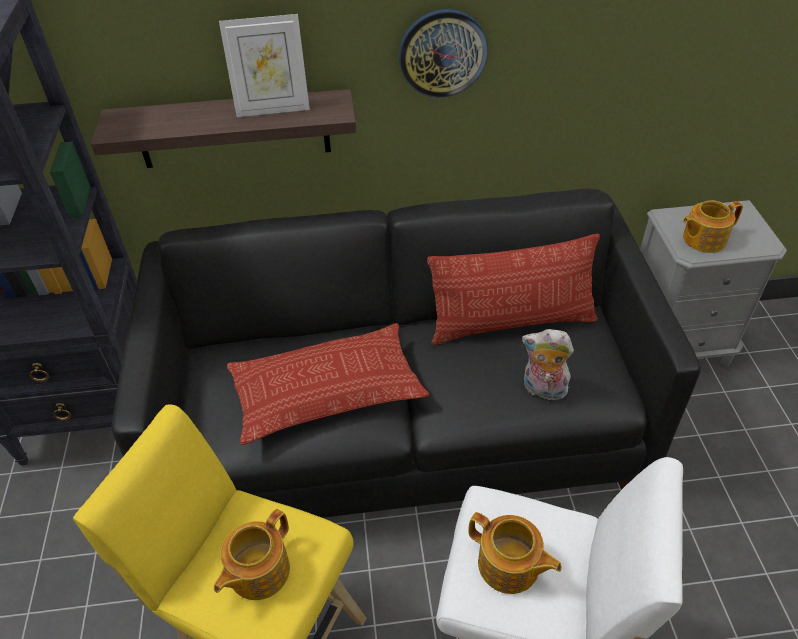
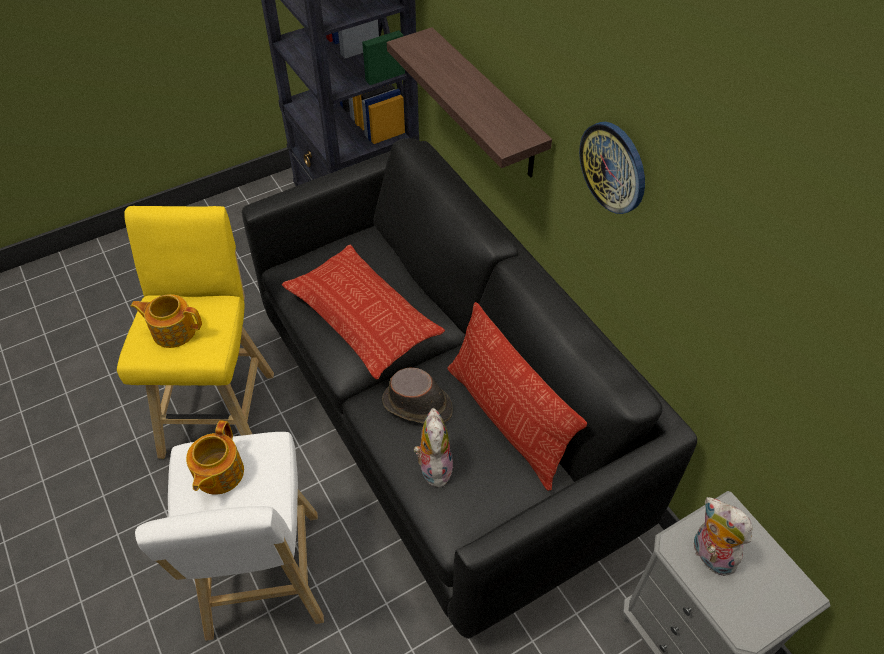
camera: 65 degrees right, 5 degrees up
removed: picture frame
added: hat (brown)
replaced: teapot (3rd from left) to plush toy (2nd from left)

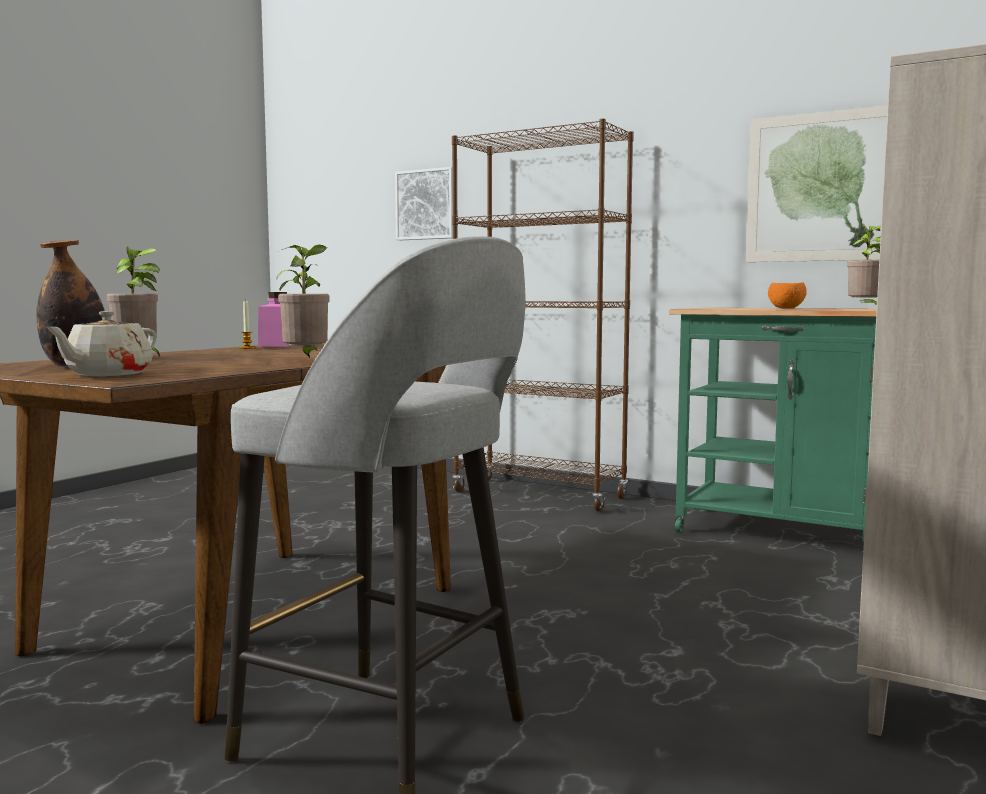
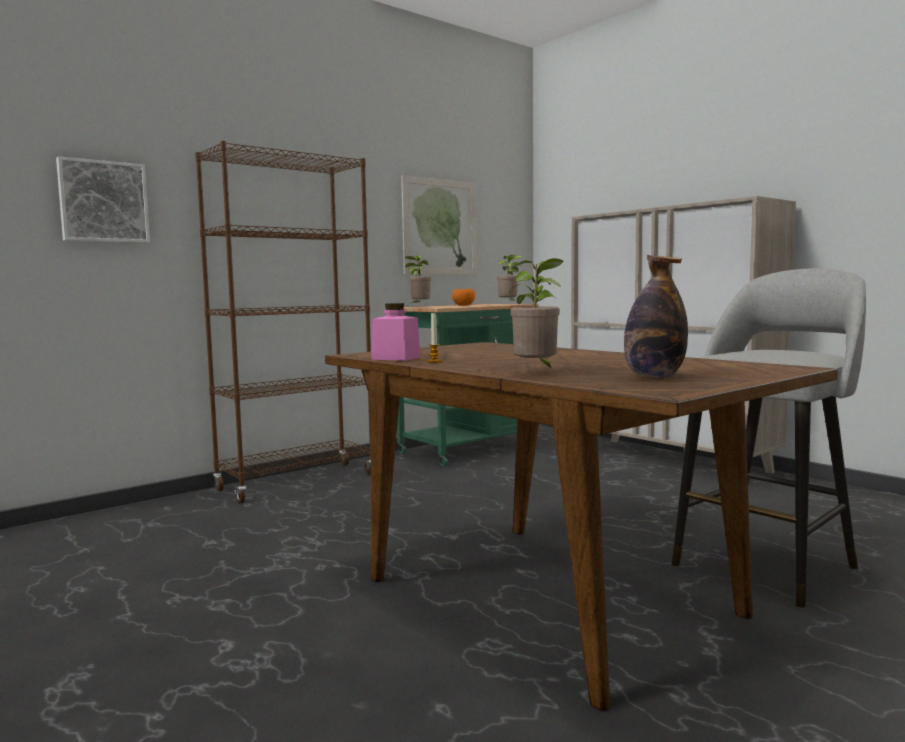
camera: 70 degrees left, 0 degrees up
removed: teapot (beige)
moved: potted plant (2nd from left in the first image) to potted plant (1st from left)

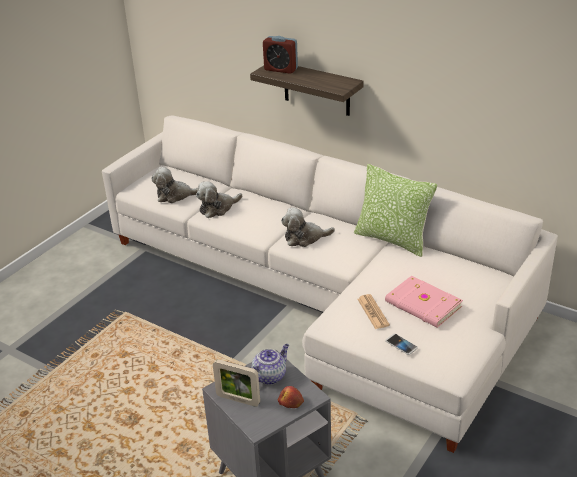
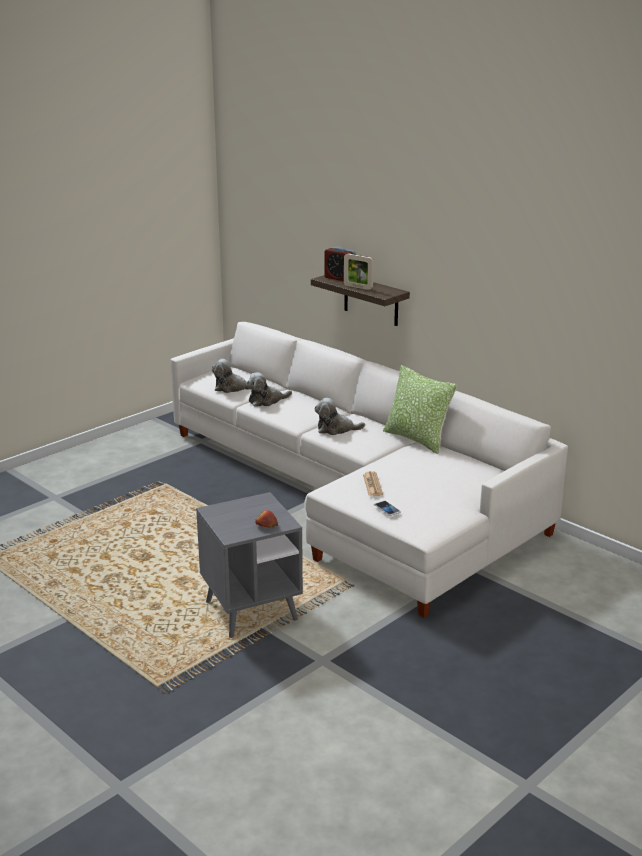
camera: 10 degrees right, 10 degrees down
removed: teapot; book (pink)
moved: picture frame

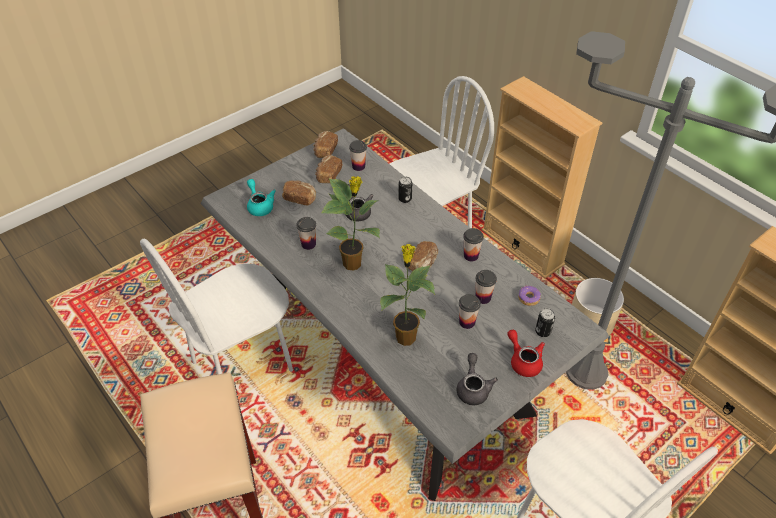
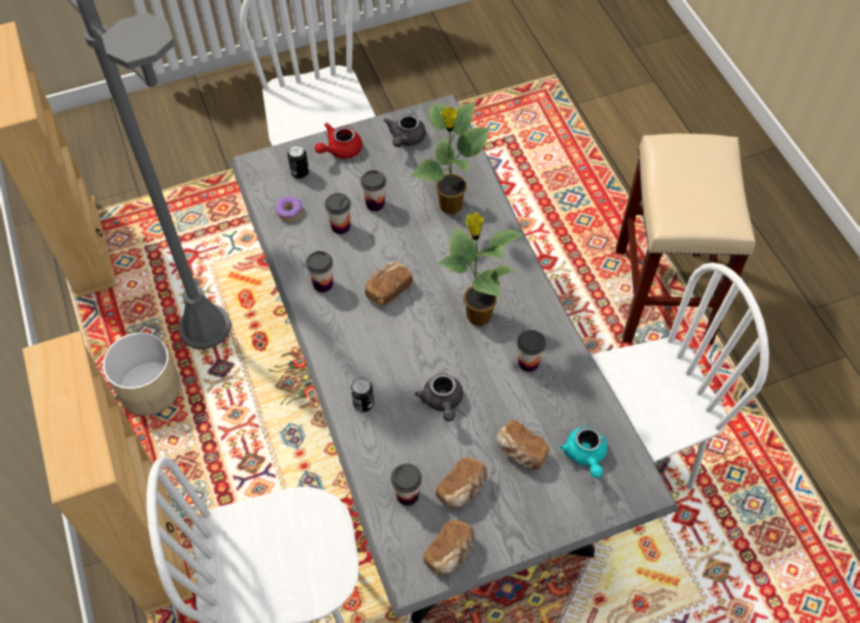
camera: 160 degrees left, 10 degrees up
turned: teapot (red) 60 degrees clockwise

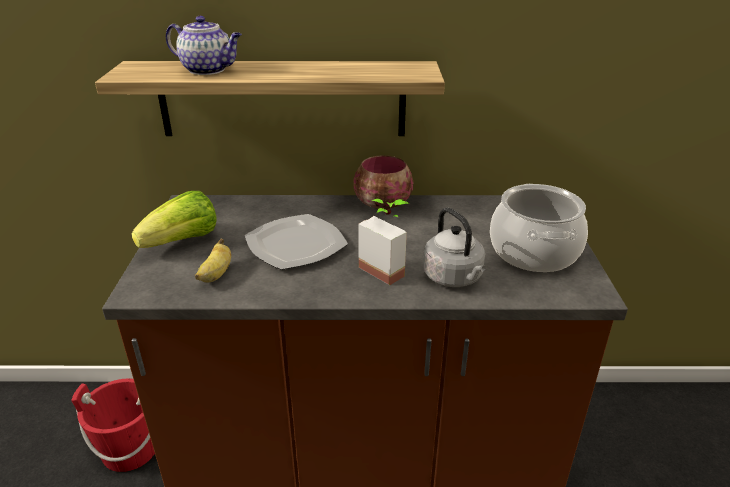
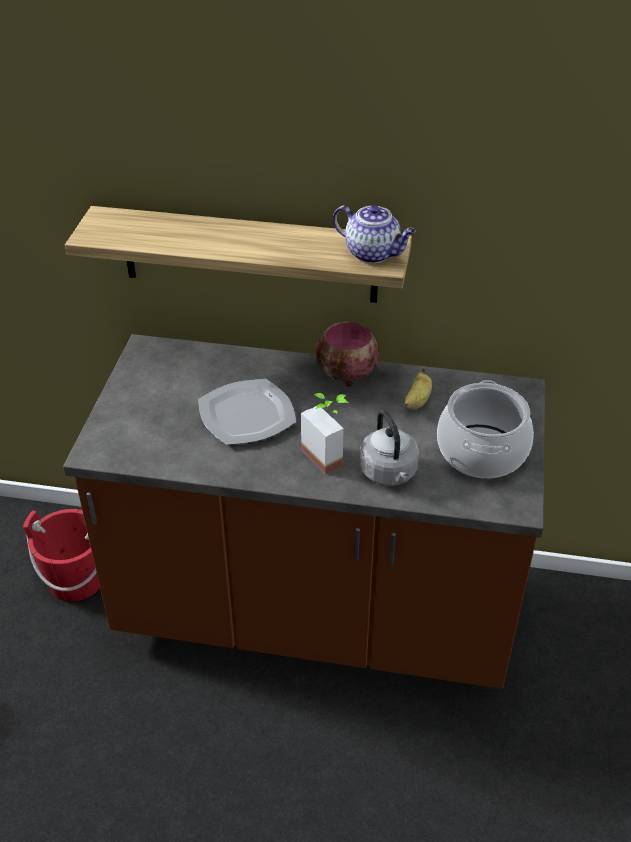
camera: 10 degrees right, 10 degrees up
removed: lettuce
moved: teapot; banana

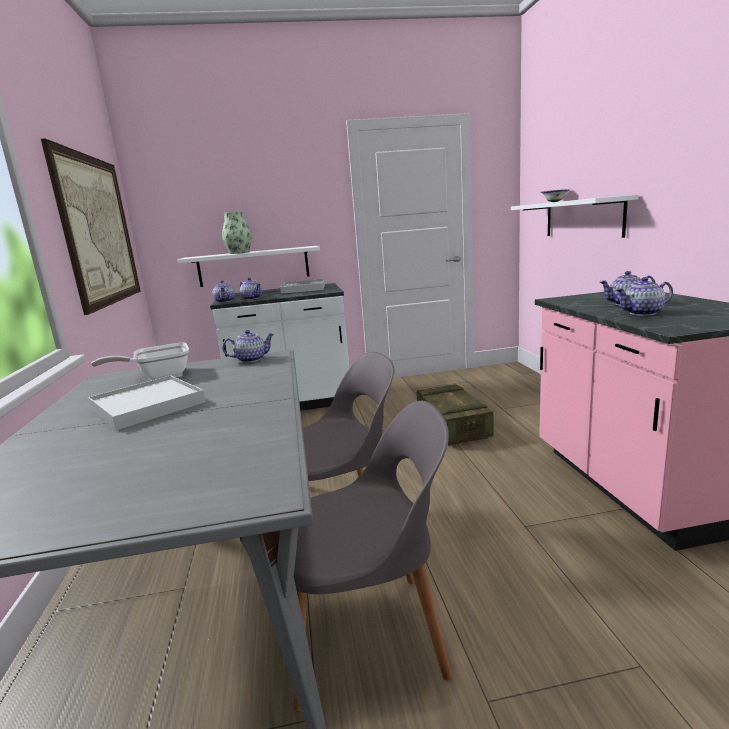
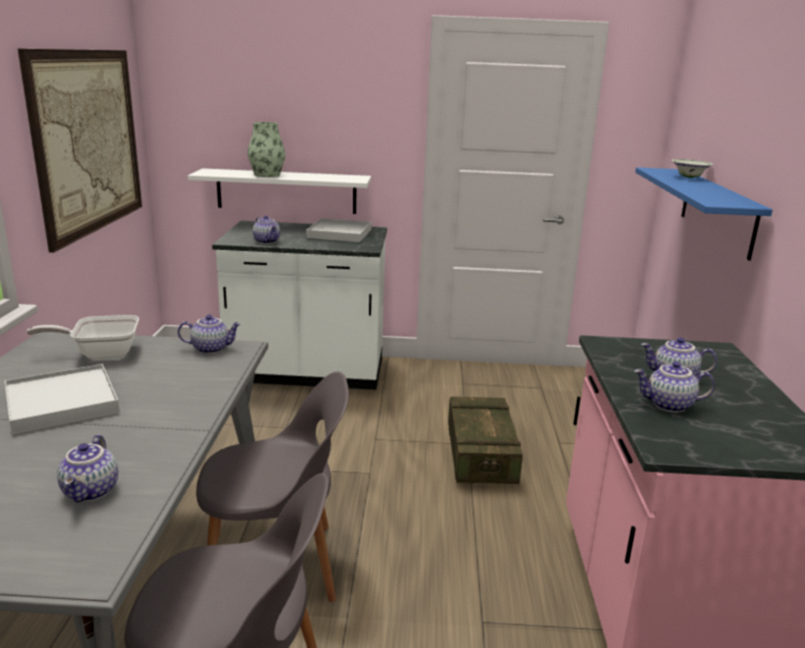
camera: 10 degrees right, 5 degrees up
moved: teapot (1st from left)
recoloured: shelf (white) (2nd from left) to shelf (blue)

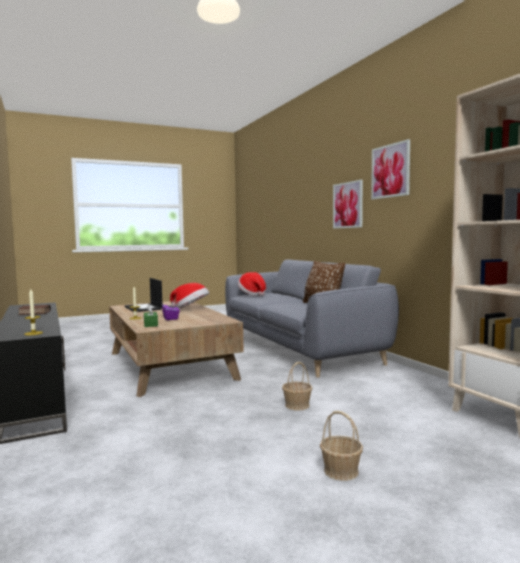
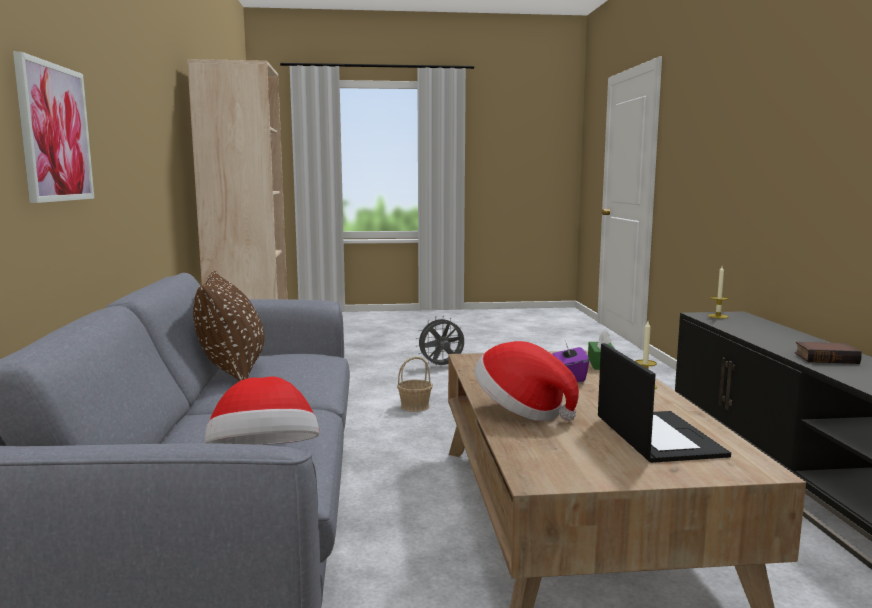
camera: 160 degrees left, 5 degrees up
removed: picture (2nd from left)
replaced: basket (2nd from left) to fan (grey)

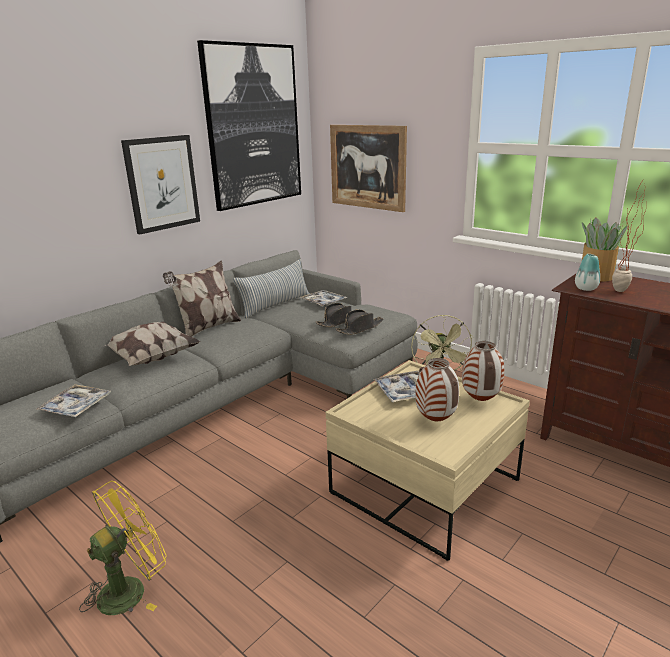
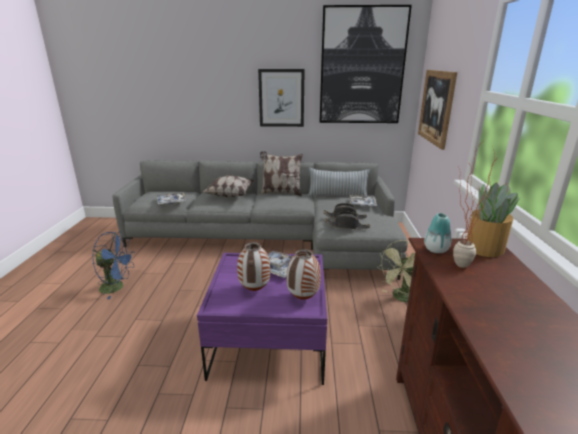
camera: 50 degrees right, 0 degrees up
recoloured: fan (yellow) to fan (blue); coffee table (beige) to coffee table (purple)

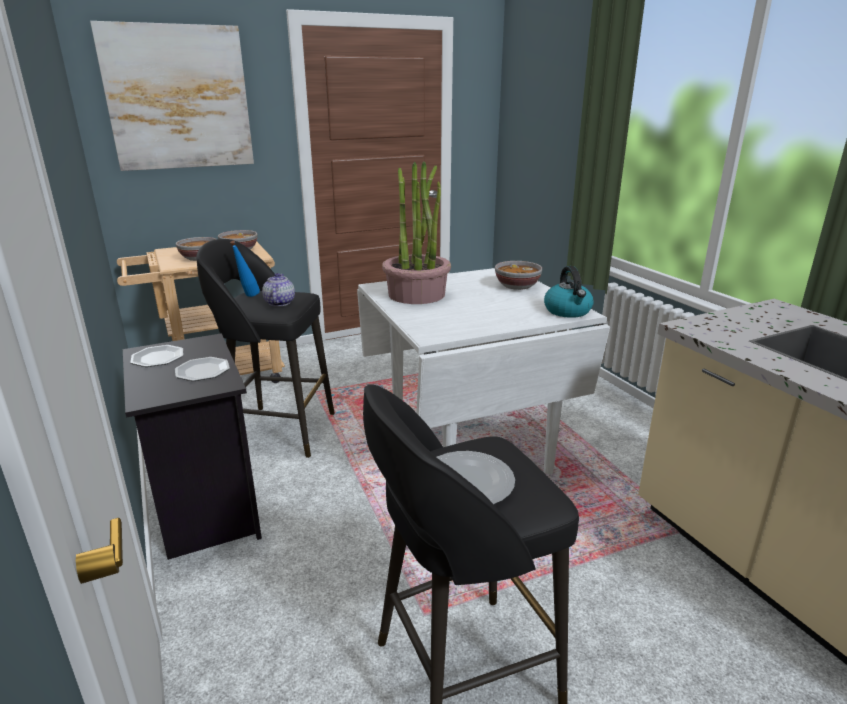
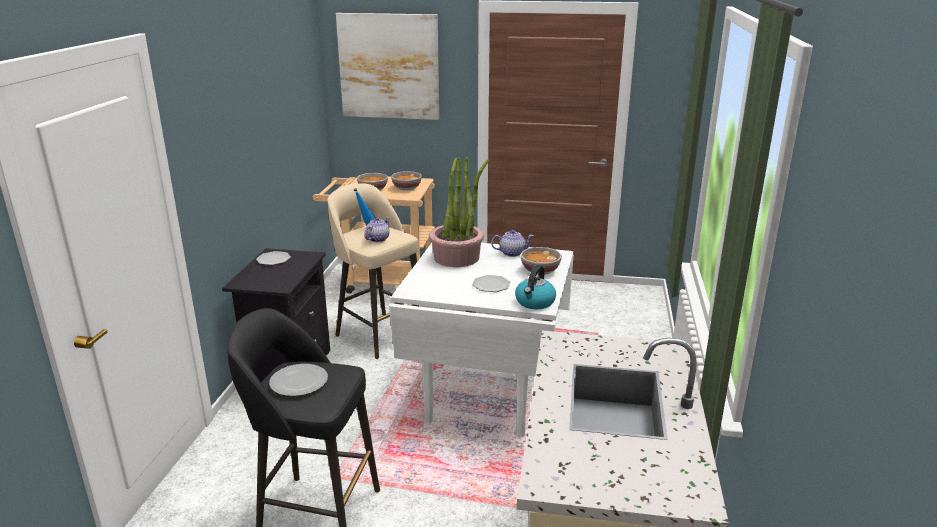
camera: 35 degrees right, 0 degrees up
added: teapot (2nd from left)
moved: plate (2nd from left in the first image) to plate (3rd from left)
recoloured: stool (black) (1st from left) to stool (beige)

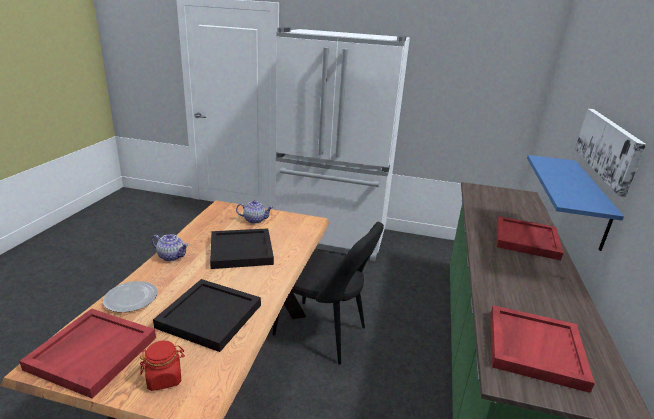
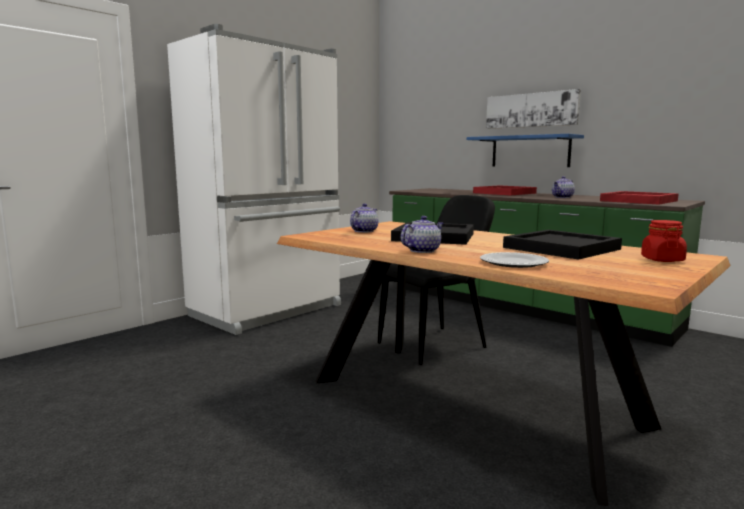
camera: 60 degrees left, 15 degrees down
removed: tray (red) (1st from left)
added: teapot (3rd from left)

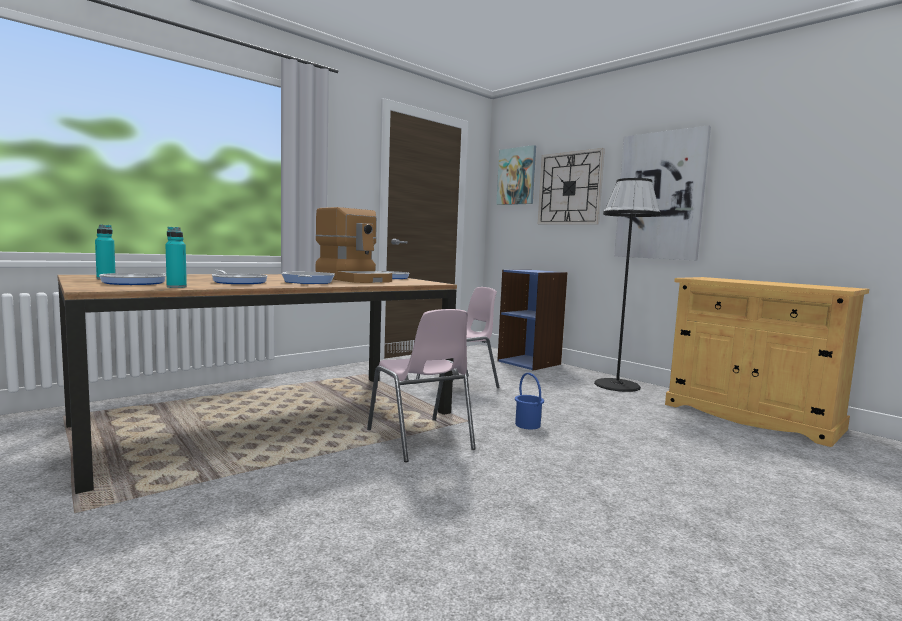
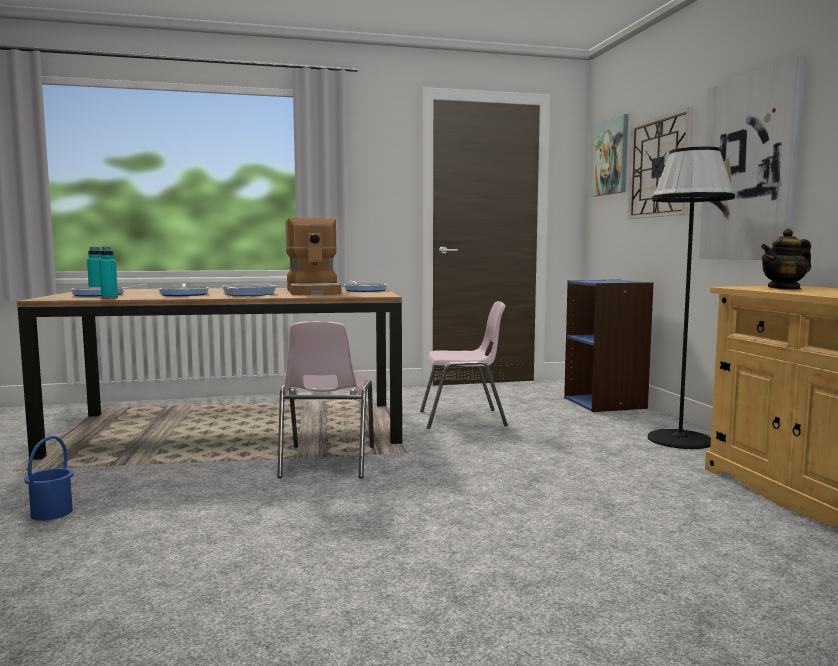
camera: 30 degrees right, 0 degrees up
added: teapot
moved: bucket (blue)

